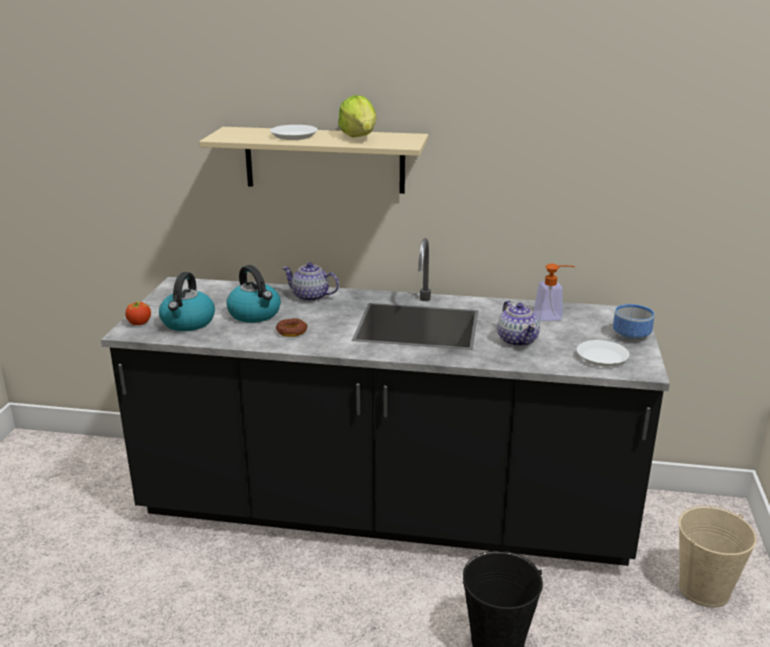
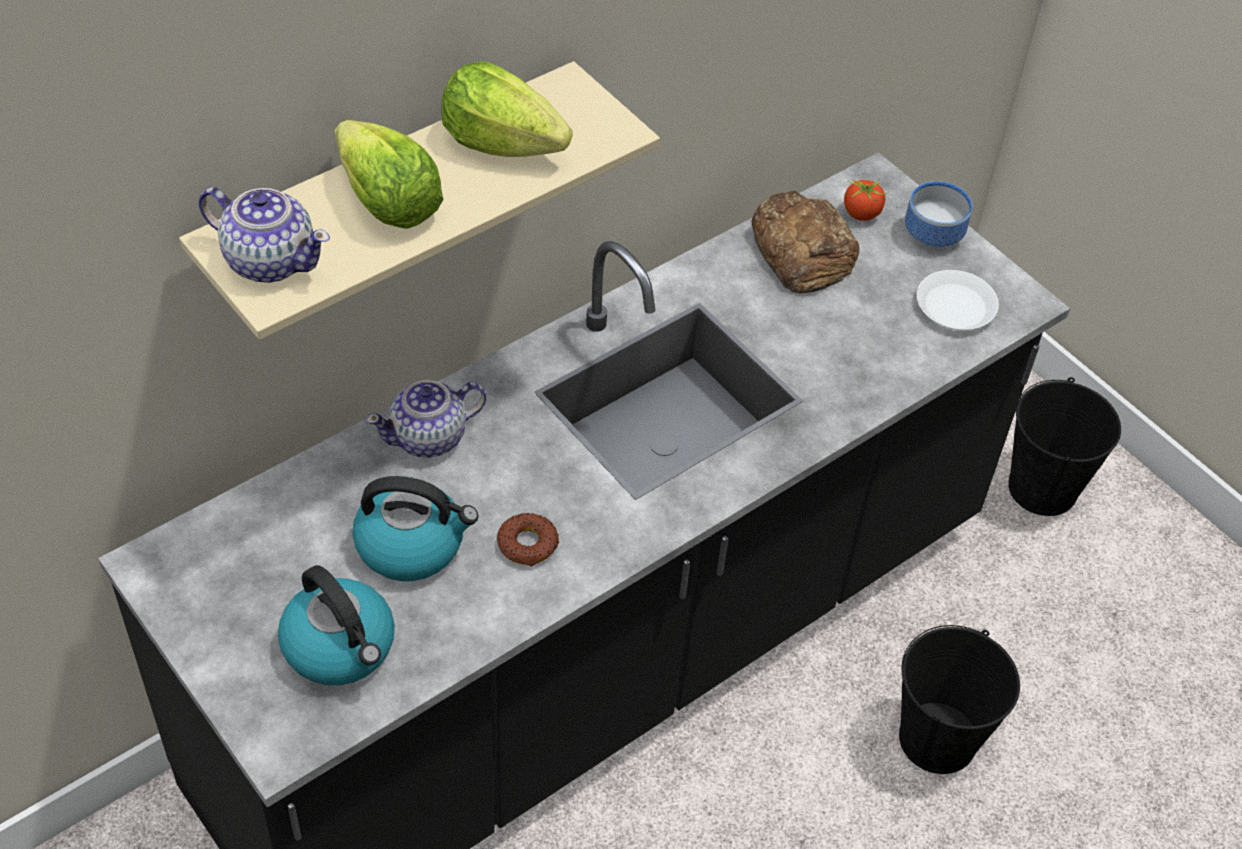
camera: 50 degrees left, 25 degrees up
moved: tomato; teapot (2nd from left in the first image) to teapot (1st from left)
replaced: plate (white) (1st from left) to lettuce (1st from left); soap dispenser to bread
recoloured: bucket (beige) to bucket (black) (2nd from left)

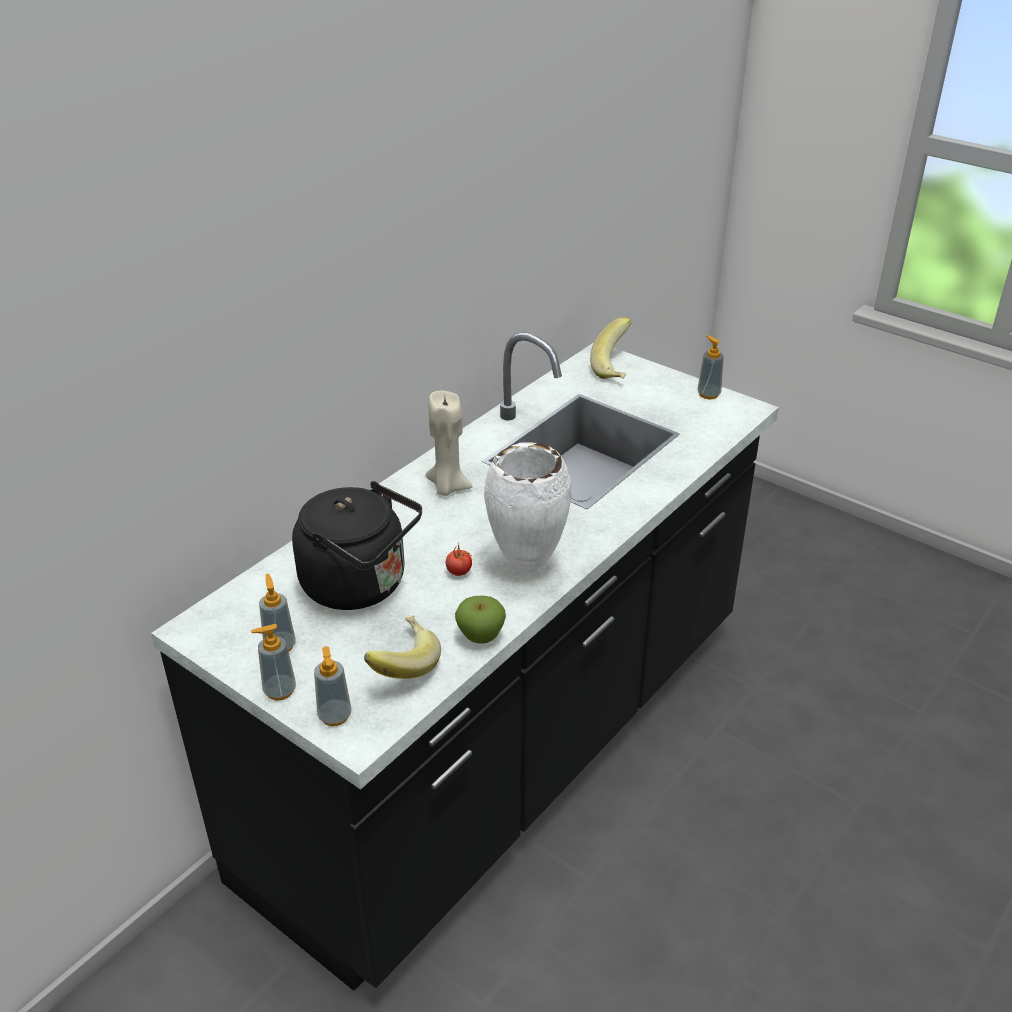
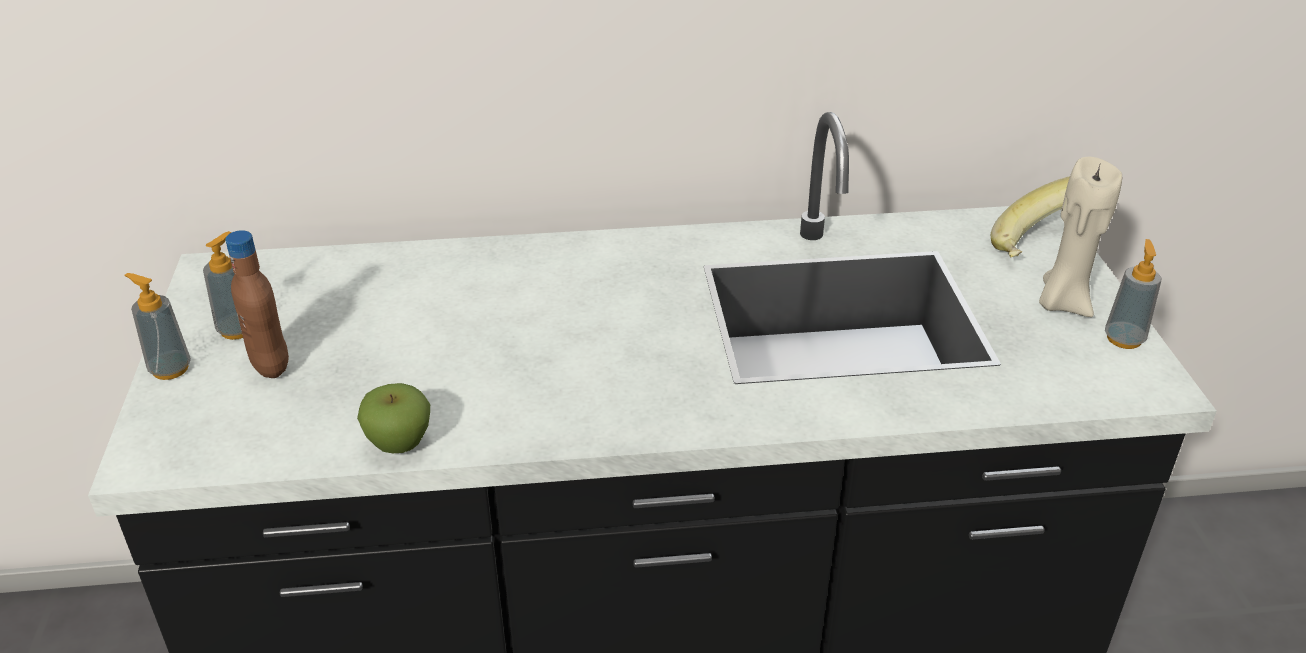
camera: 45 degrees right, 0 degrees up
removed: kettle (black); soap dispenser (3rd from left); banana (1st from left); tomato; vase (white)
added: bottle (brown)
moved: candle (beige)

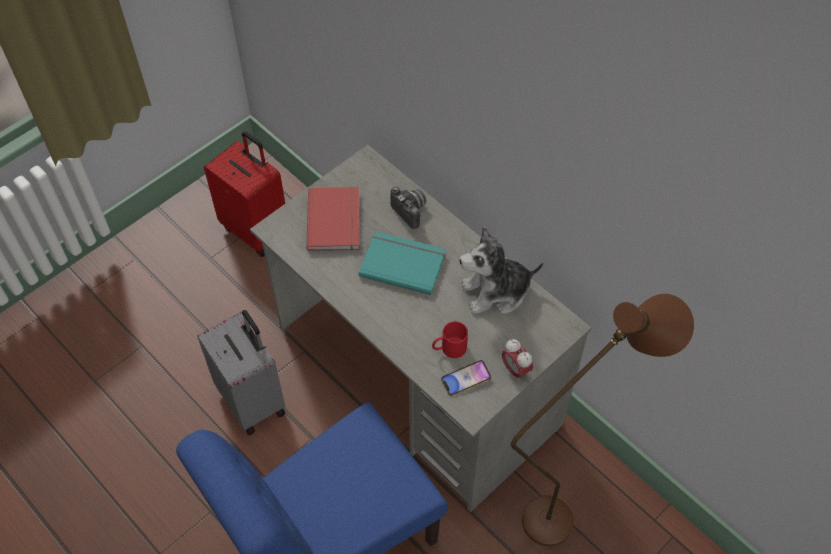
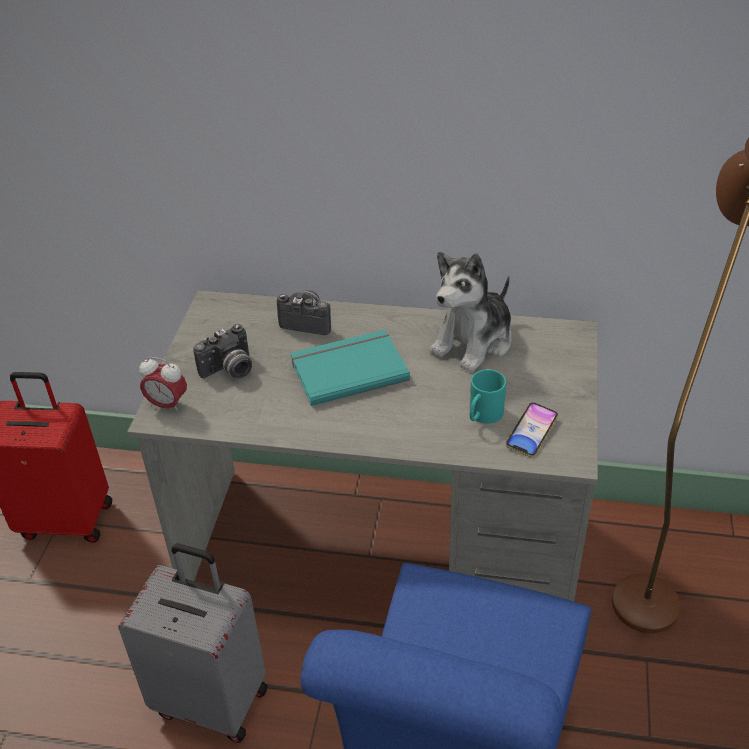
camera: 35 degrees left, 15 degrees down
moved: alarm clock
replaced: book (red) to photo camera (1st from left)
recoloured: mug (red) to mug (turquoise)

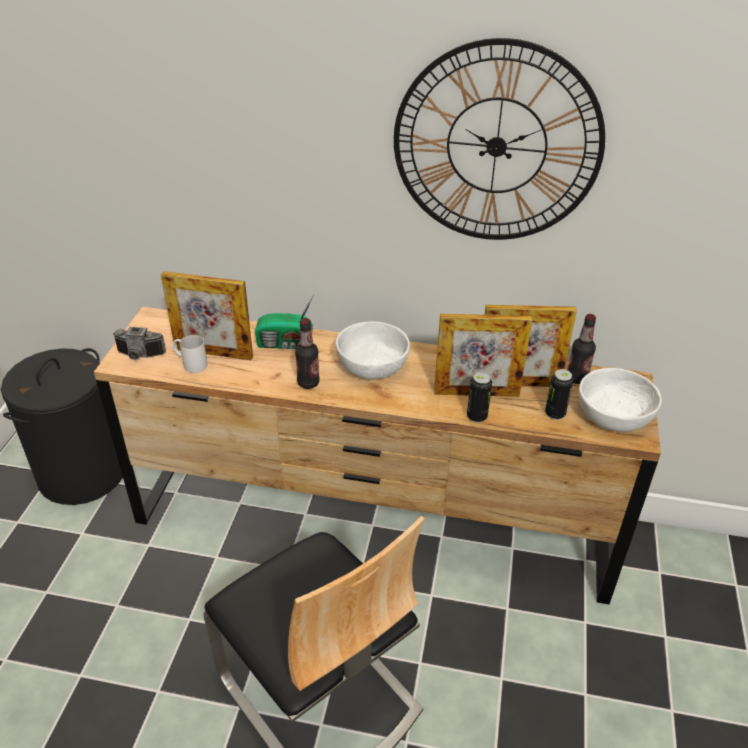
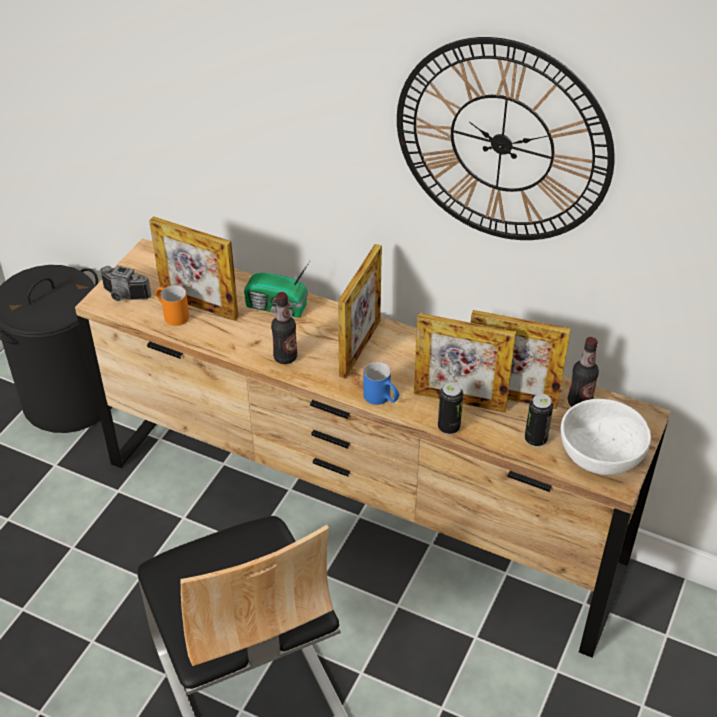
camera: 15 degrees right, 5 degrees up
added: mug (blue)
replaced: bowl (white) (1st from left) to picture frame (2nd from left)
recoloured: mug (white) to mug (orange)

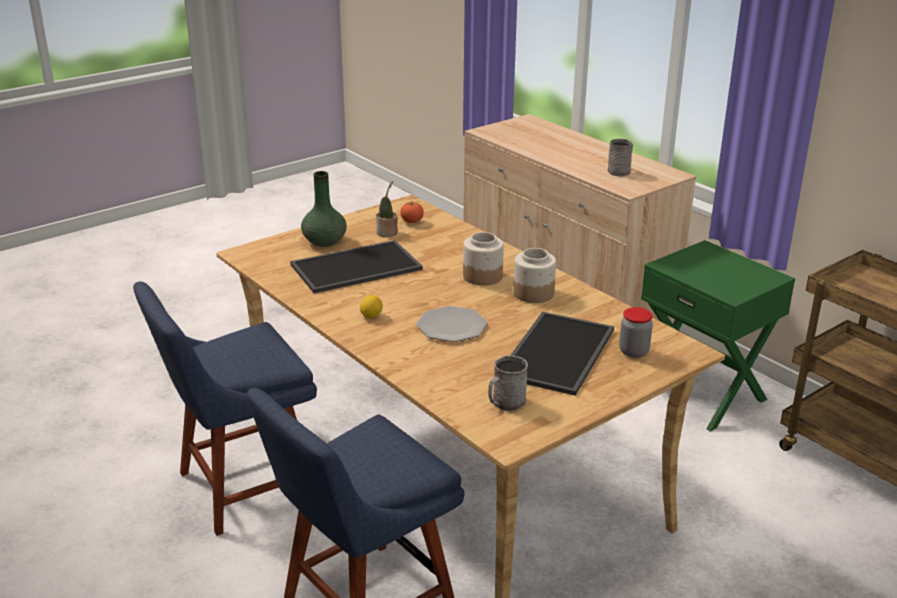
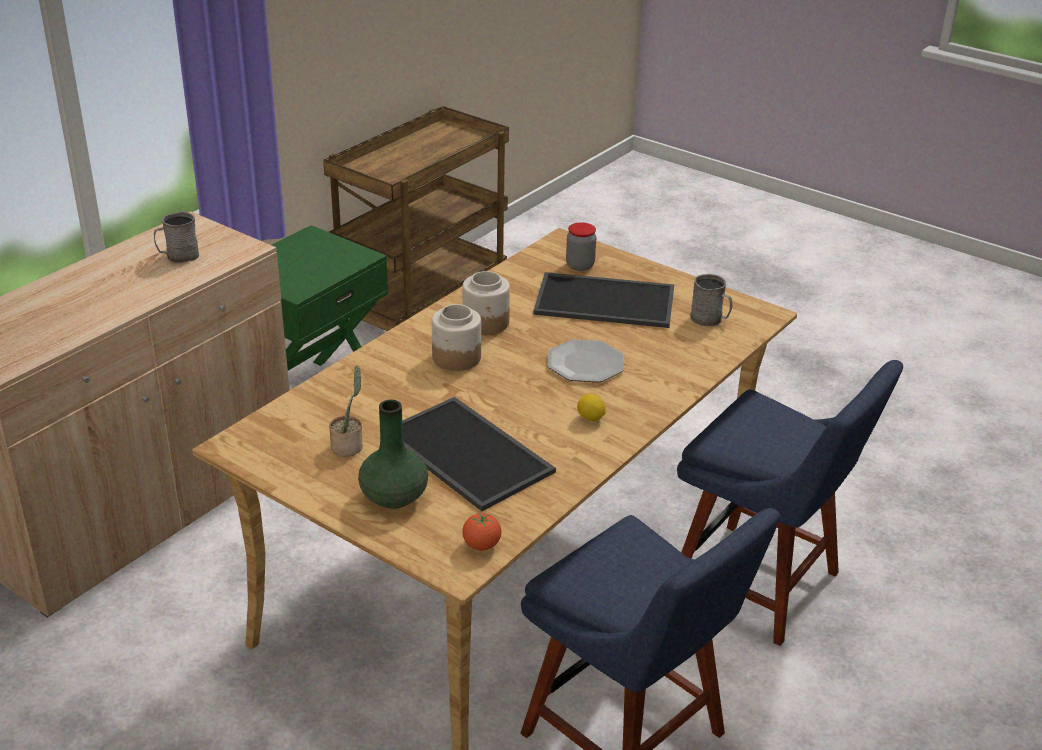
camera: 105 degrees left, 5 degrees up
moved: tomato

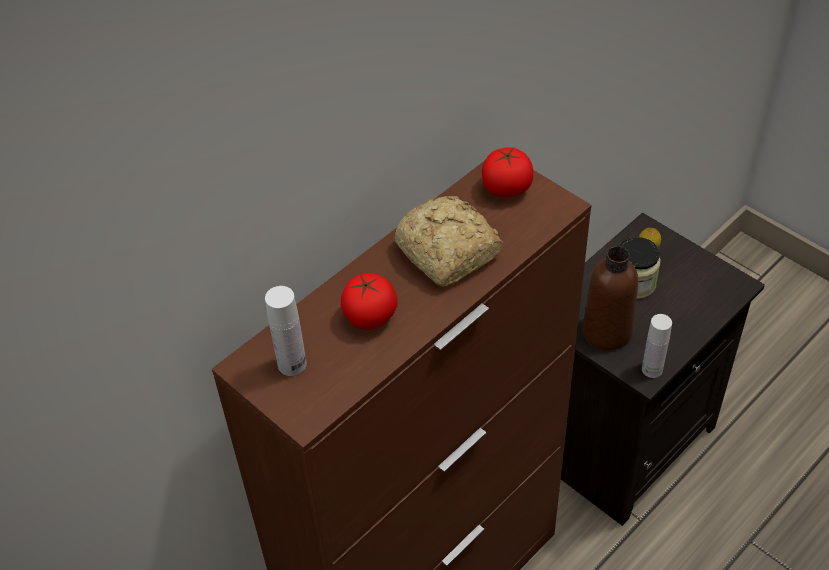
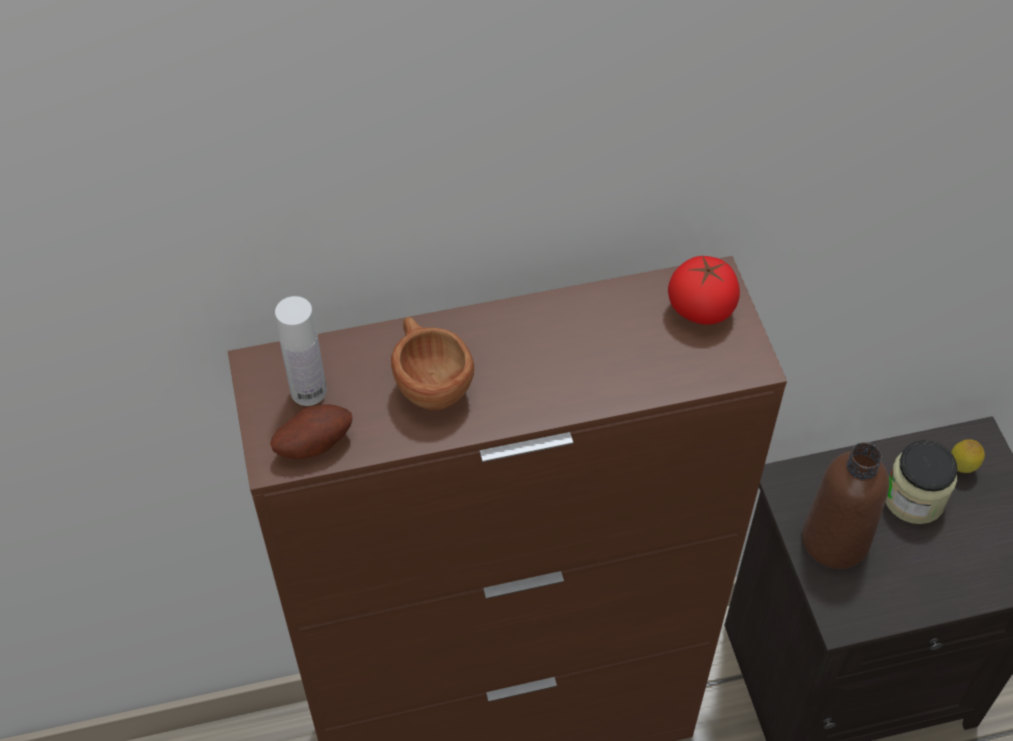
camera: 30 degrees right, 5 degrees up
removed: bread; bottle (white) (2nd from left)
added: potato
replaced: tomato (1st from left) to cup (brown)

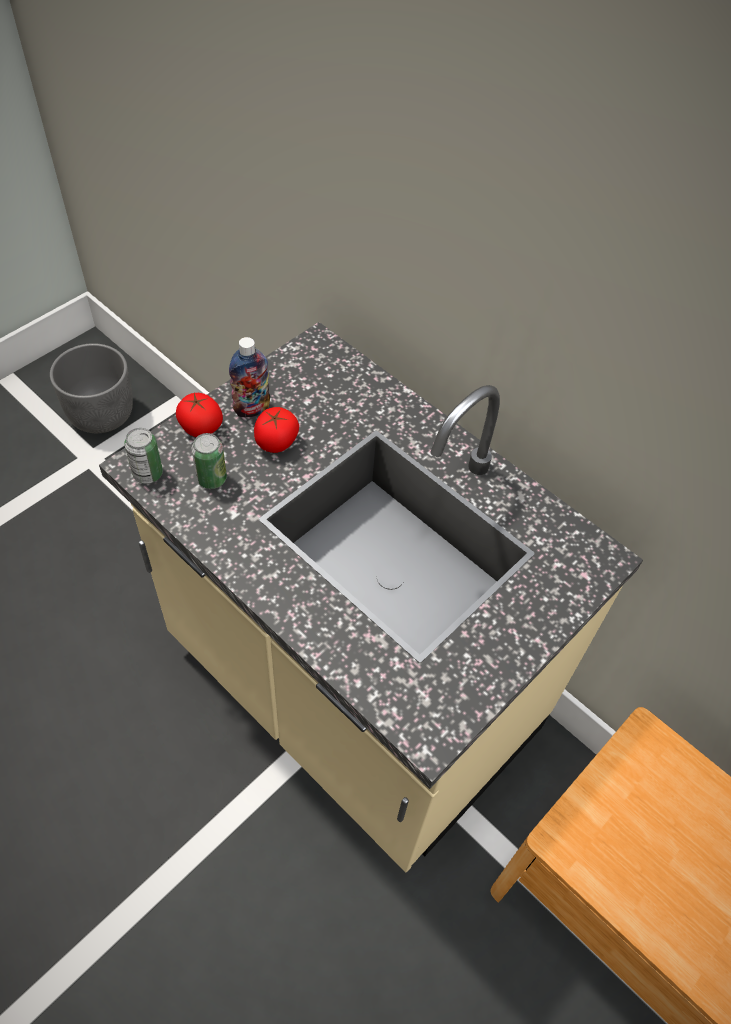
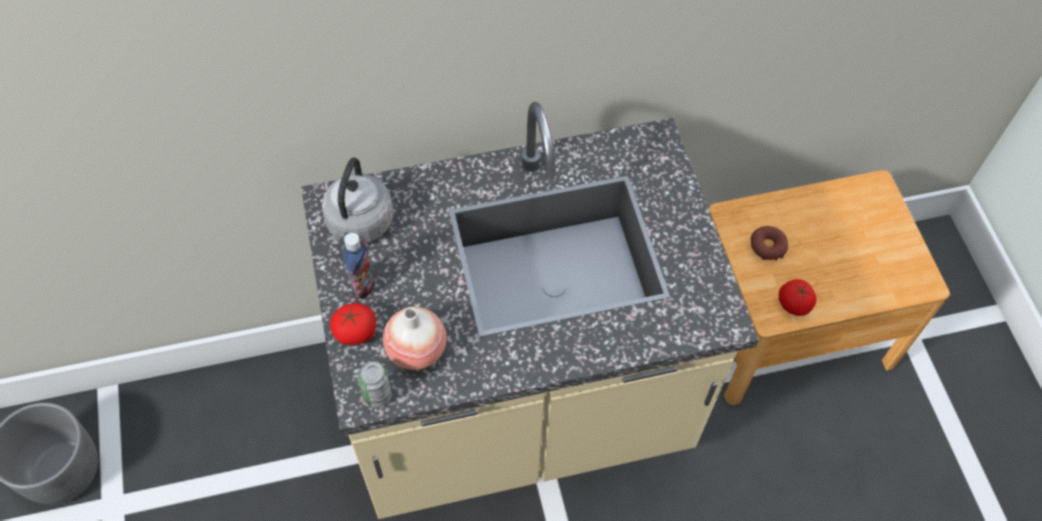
camera: 55 degrees left, 5 degrees up
added: kettle (grey); donut
moved: tomato (2nd from left)
replaced: can (2nd from left) to vase

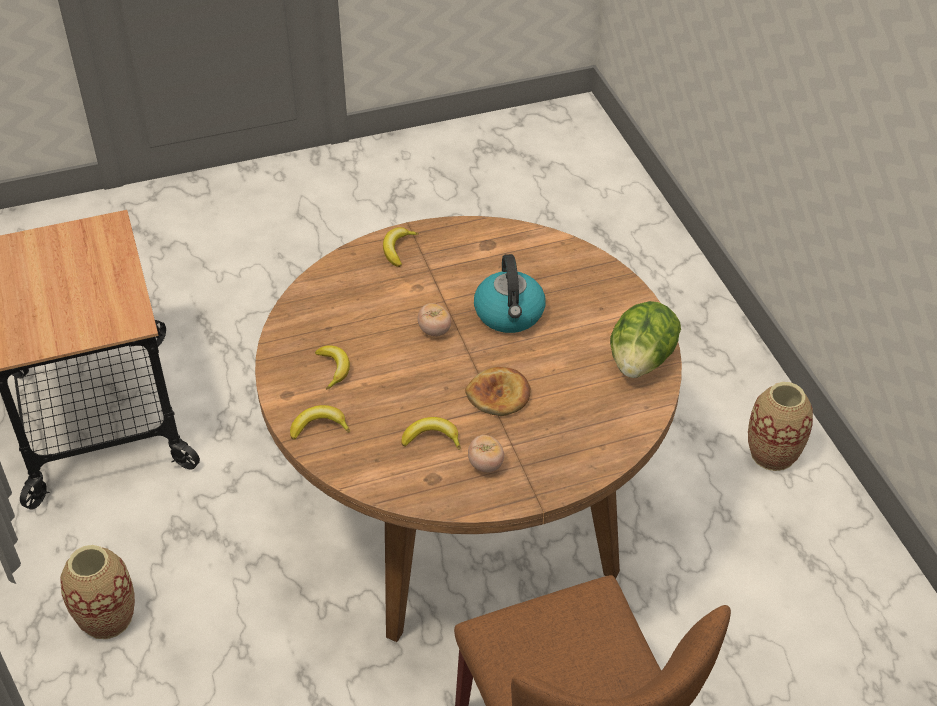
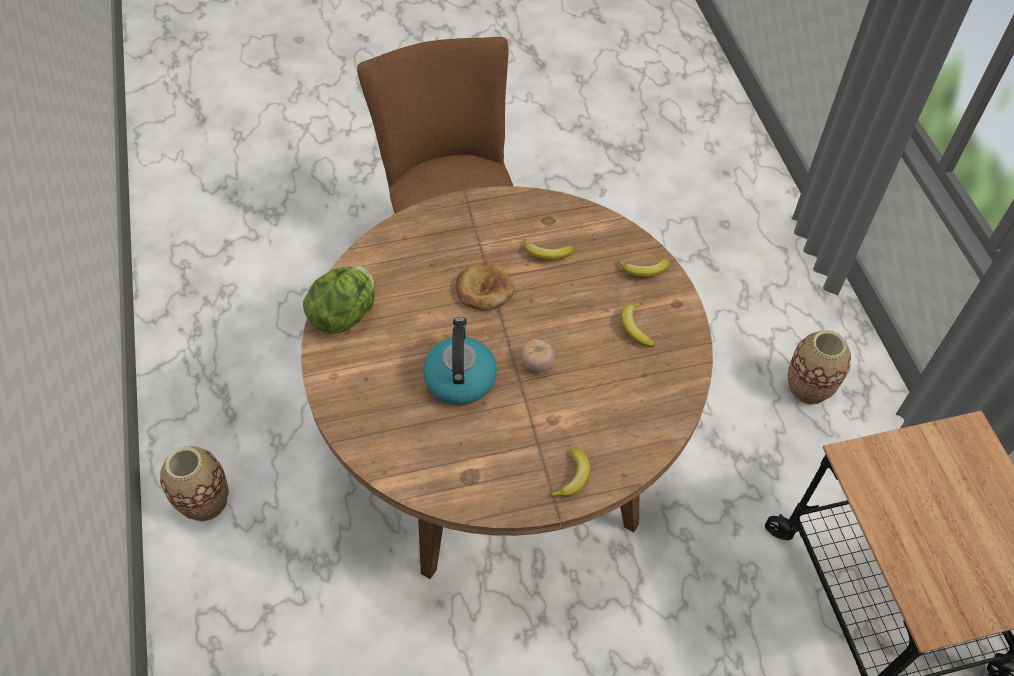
camera: 175 degrees left, 10 degrees up
removed: tomato (2nd from left)

